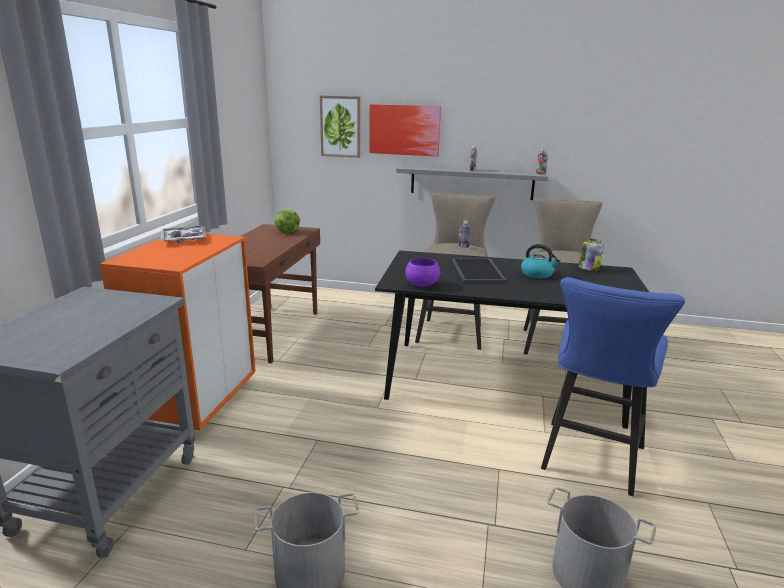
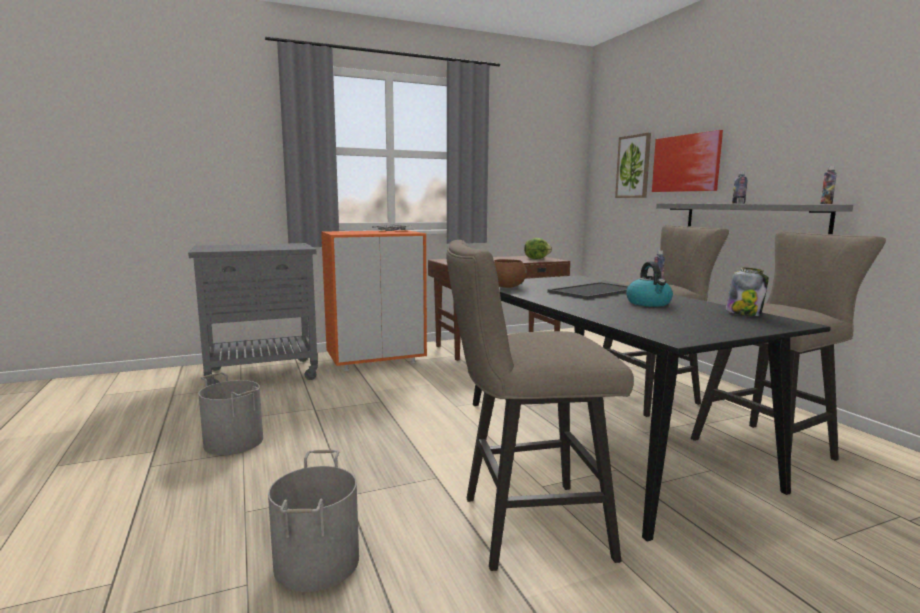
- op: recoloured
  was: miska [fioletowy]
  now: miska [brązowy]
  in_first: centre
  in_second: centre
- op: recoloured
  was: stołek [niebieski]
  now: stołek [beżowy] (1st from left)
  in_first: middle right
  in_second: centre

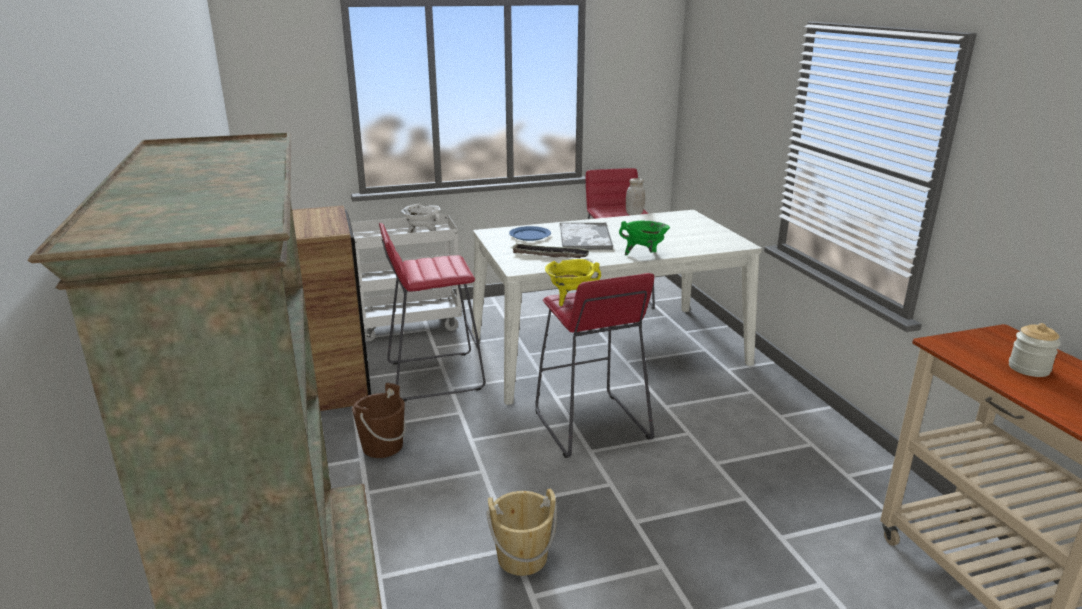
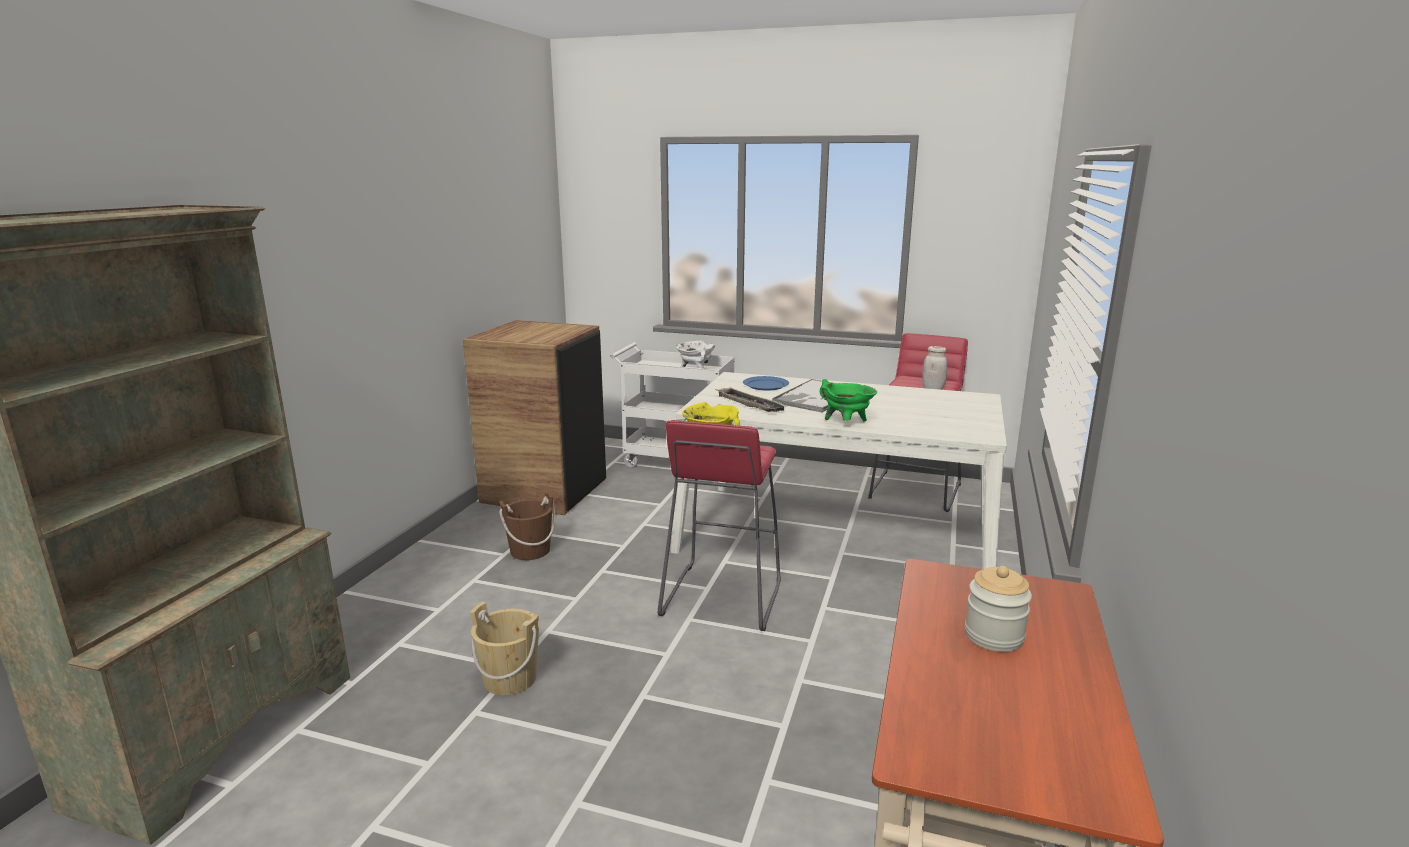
- op: removed
  was: stołek [czerwony] (1st from left)
  in_first: centre

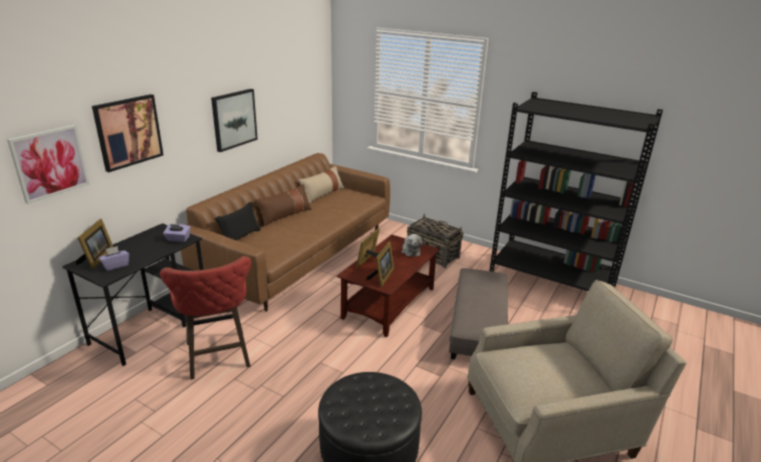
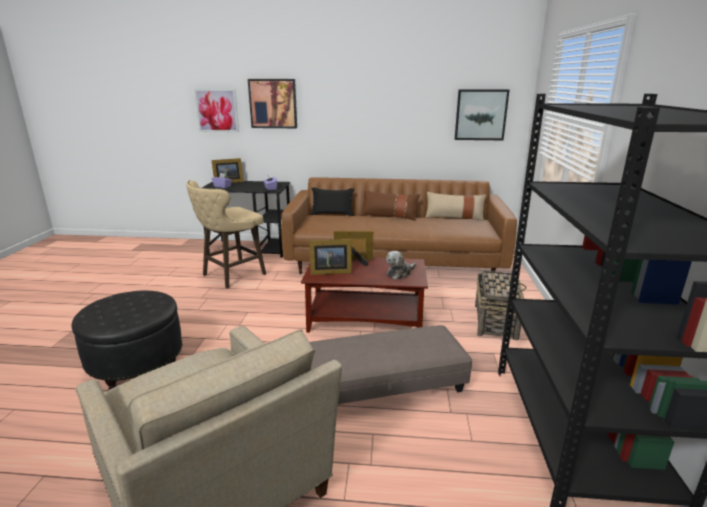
- op: recoloured
  was: stołek [czerwony]
  now: stołek [beżowy]
  in_first: bottom left
  in_second: middle left
- op: moved
  was: obraz (3rd from left)
  in_first: top left
  in_second: top right

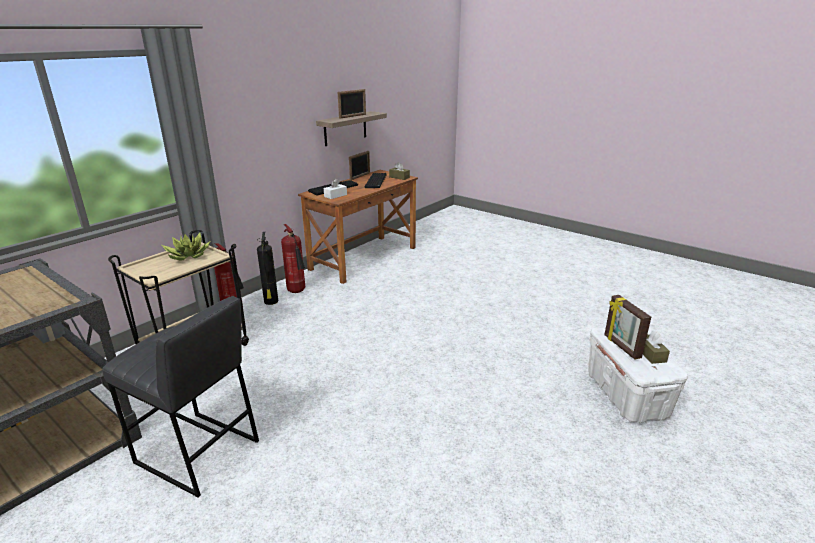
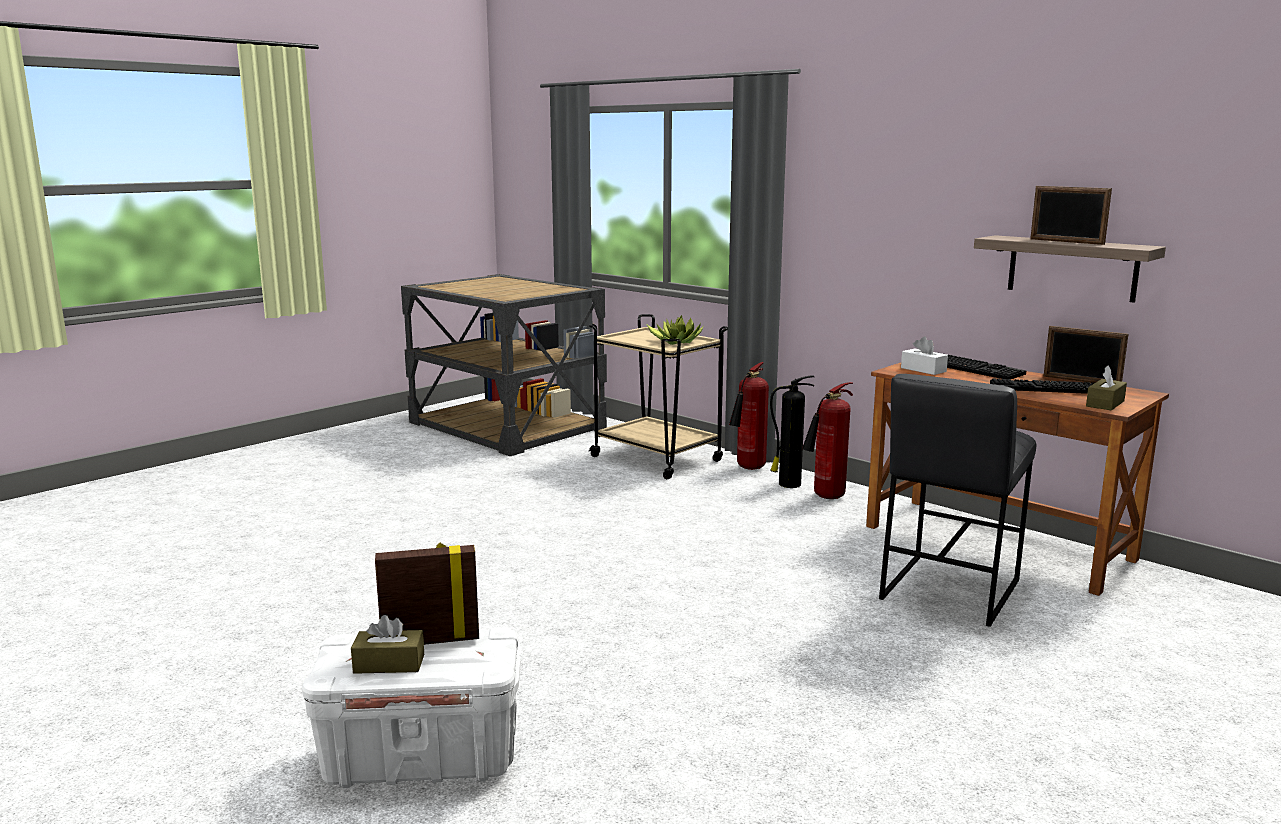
- op: moved
  was: stołek [szary]
  in_first: bottom left
  in_second: middle right

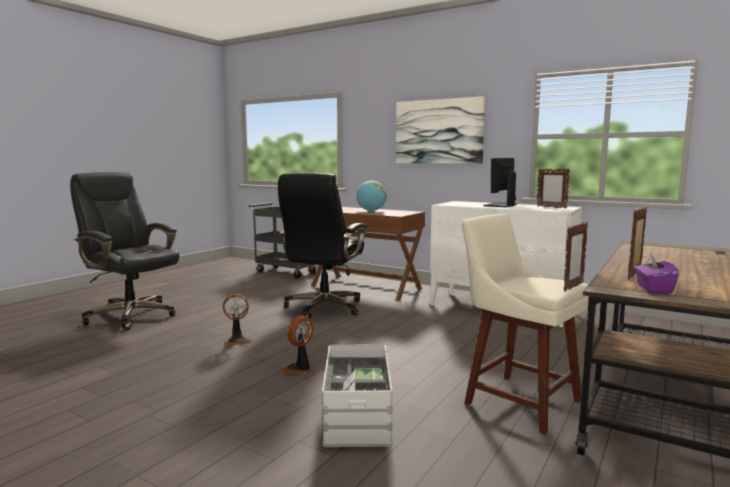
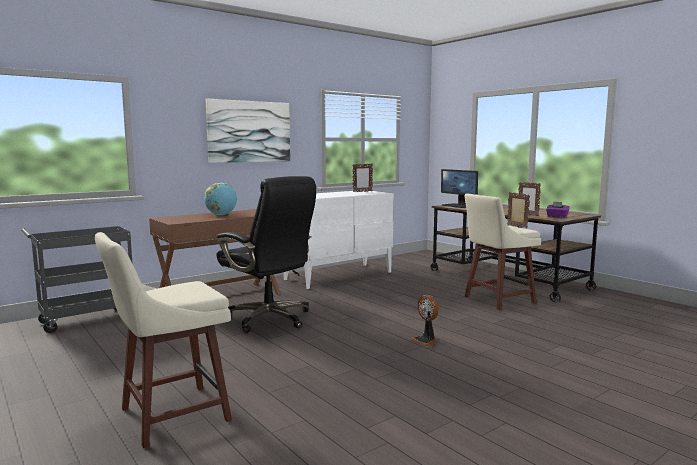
- op: replaced
  was: krzesło biurowe [czarny] (1st from left)
  now: stołek [beżowy] (1st from left)
  in_first: middle left
  in_second: bottom left
- op: removed
  was: wentylator (1st from left)
  in_first: middle left
- op: removed
  was: pojemnik do przechowywania [szary]
  in_first: bottom centre
- op: moved
  was: monitor
  in_first: middle right
  in_second: centre

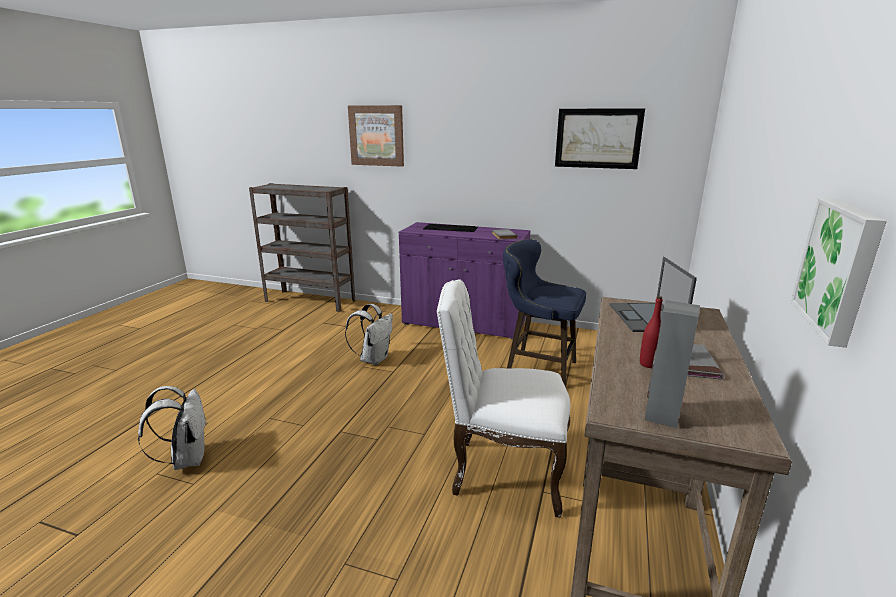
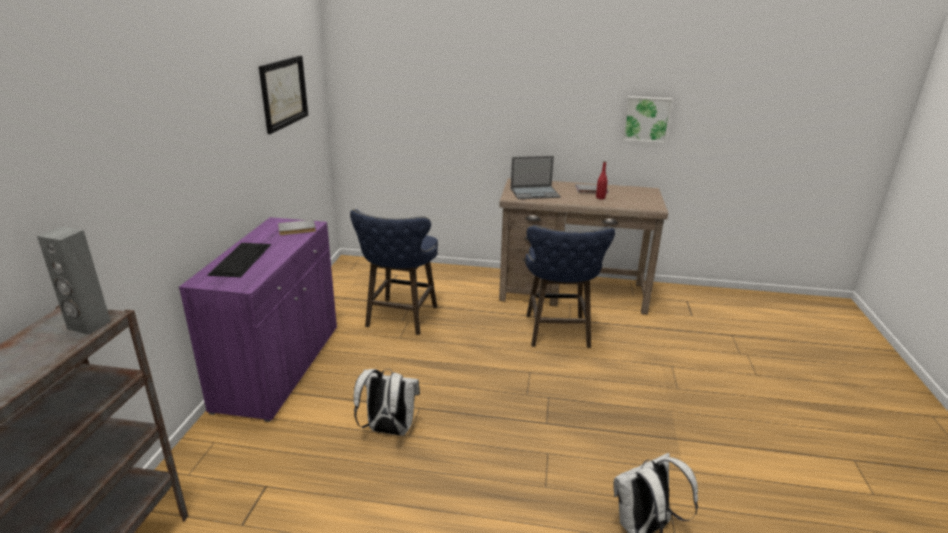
- op: removed
  was: obraz (1st from left)
  in_first: top centre
- op: replaced
  was: krzesło [biały]
  now: stołek [niebieski] (2nd from left)
  in_first: bottom centre
  in_second: centre
- op: moved
  was: głośnik [szary]
  in_first: middle right
  in_second: middle left

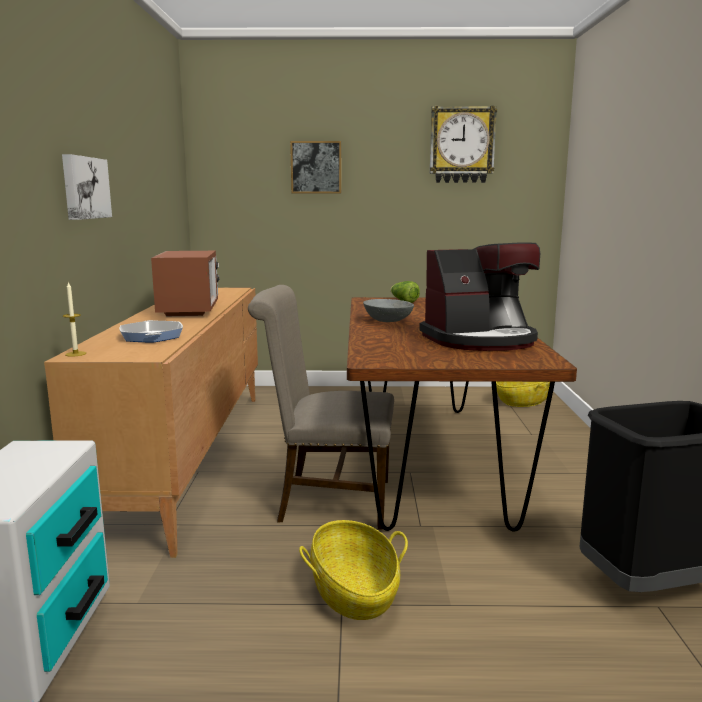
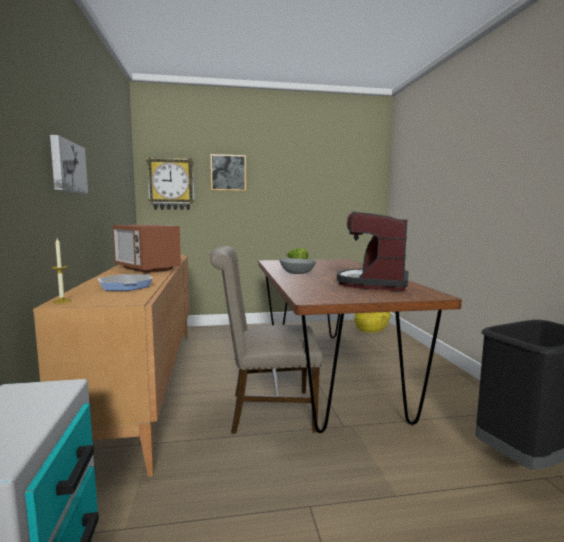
- op: turned
  was: mikrofalówka
  in_first: middle left
  in_second: middle left
  clockwise: 150
- op: removed
  was: koszyk (1st from left)
  in_first: bottom centre
- op: turned
  was: ekspres do kawy
  in_first: middle right
  in_second: centre
  clockwise: 135
- op: moved
  was: zegar ścienny
  in_first: top centre
  in_second: middle left

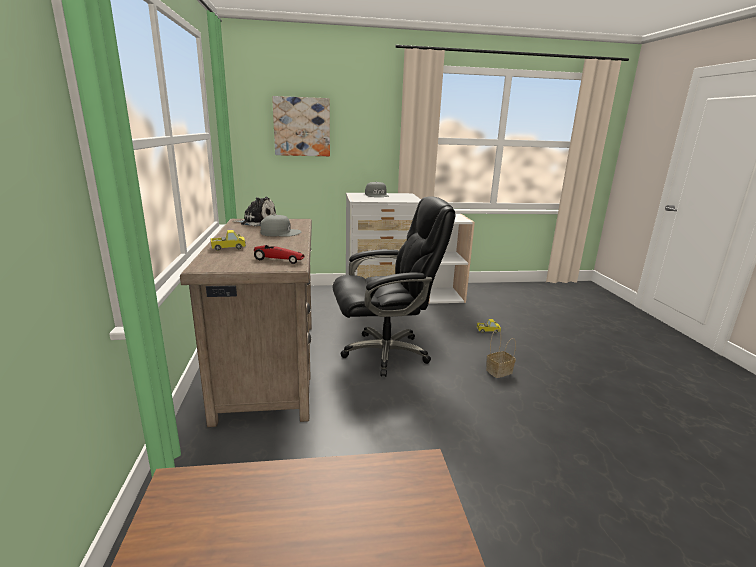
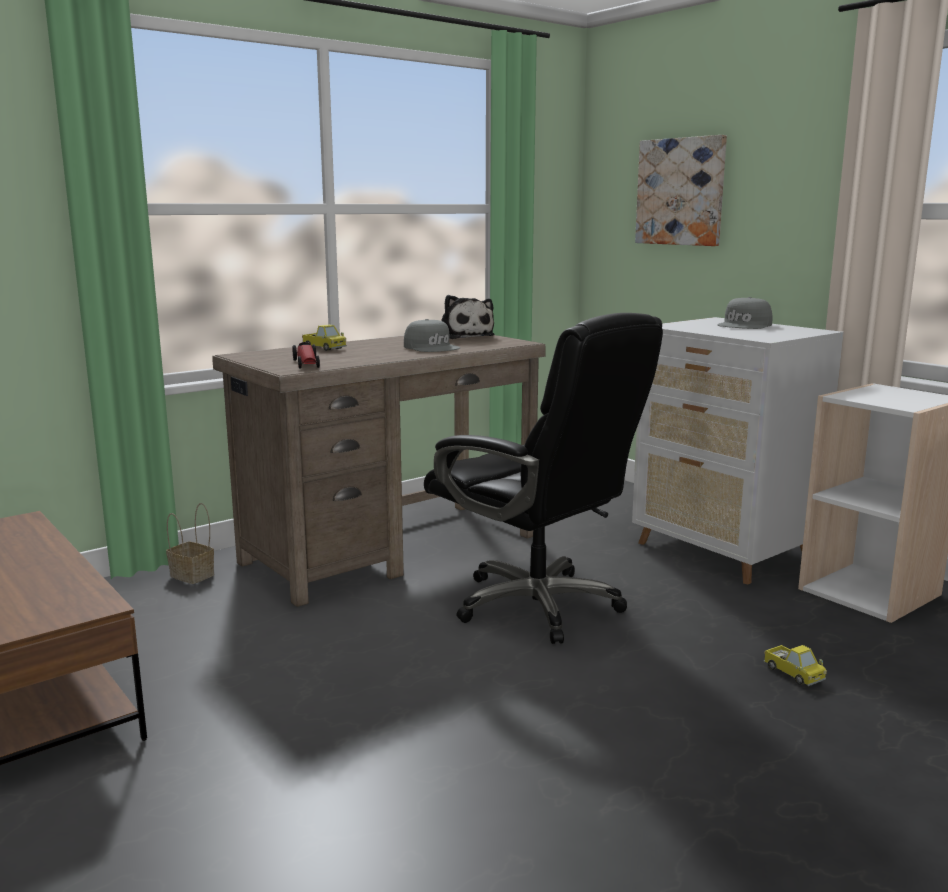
- op: moved
  was: koszyk
  in_first: centre
  in_second: middle left

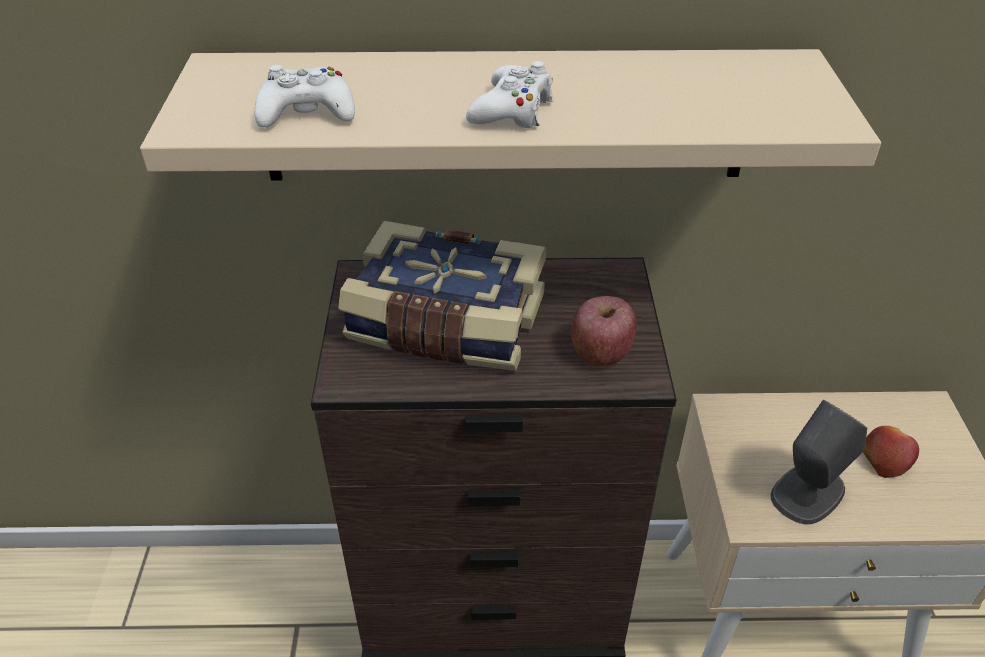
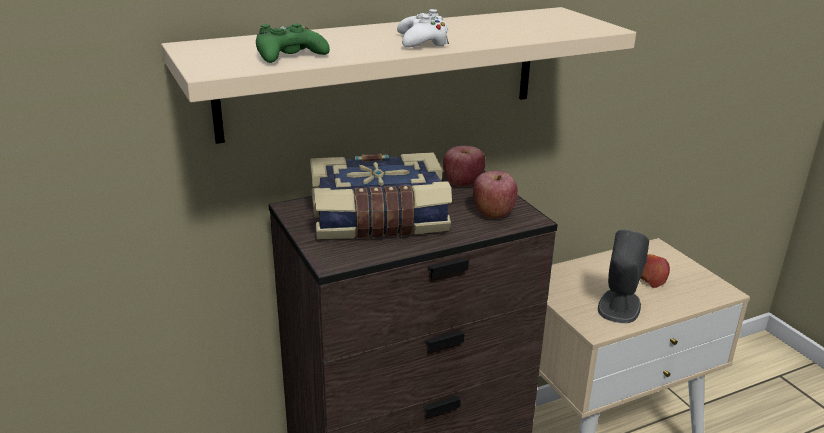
- op: recoloured
  was: pad do gier [biały] (1st from left)
  now: pad do gier [zielony]
  in_first: top left
  in_second: top centre
- op: added
  now: jabłko (1st from left)
  in_second: centre

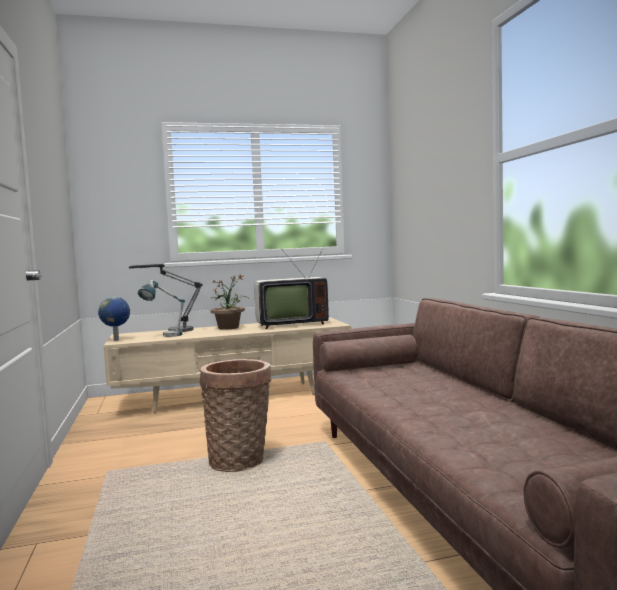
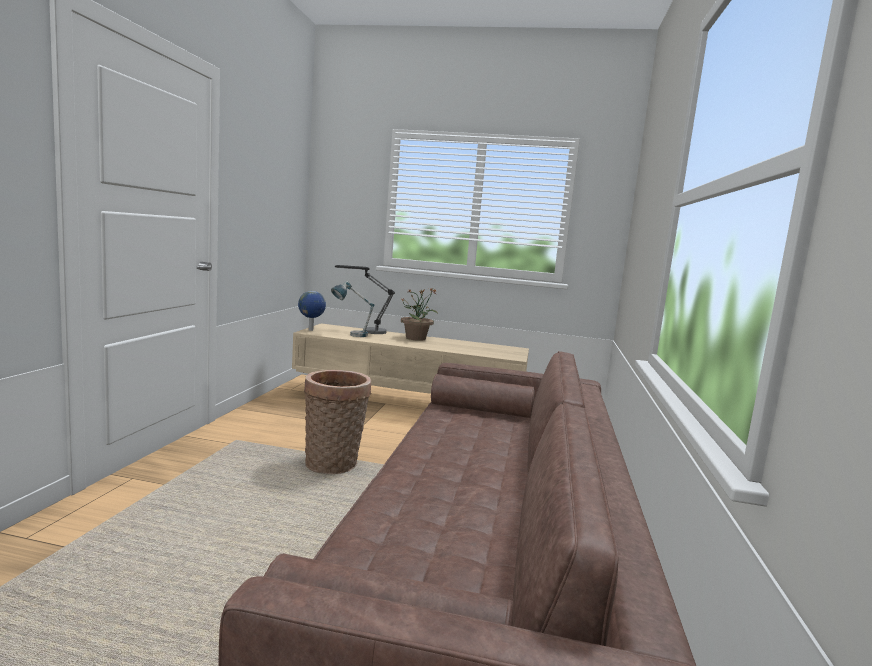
- op: removed
  was: telewizor
  in_first: centre

